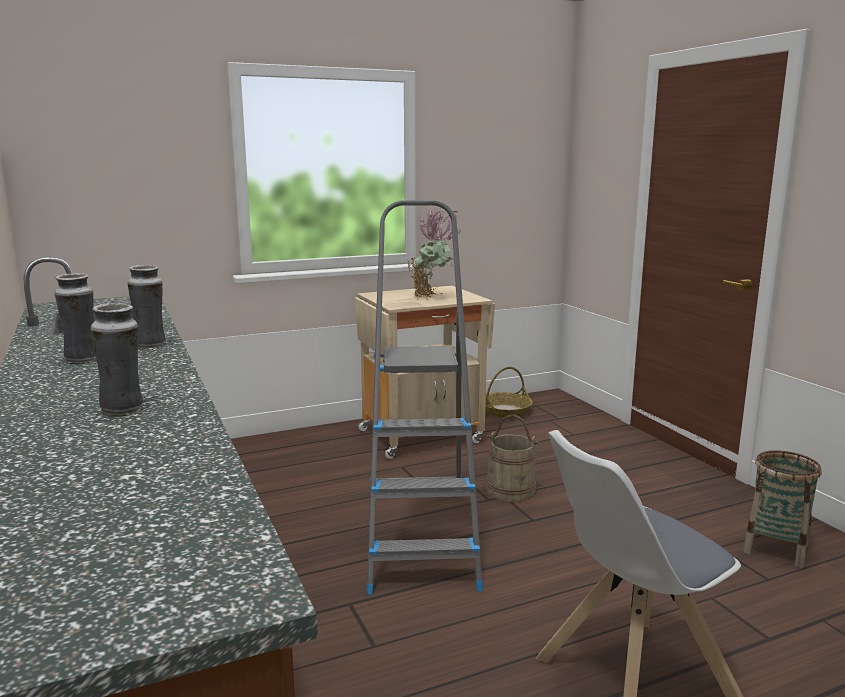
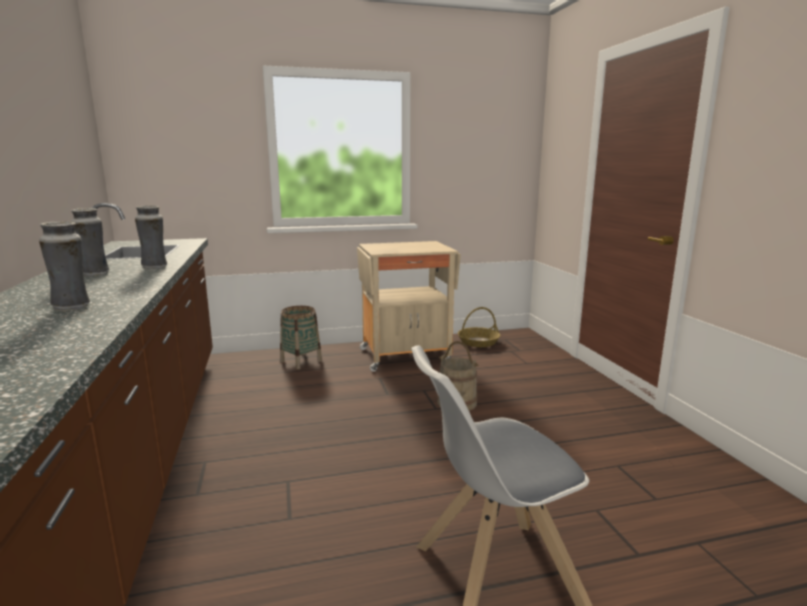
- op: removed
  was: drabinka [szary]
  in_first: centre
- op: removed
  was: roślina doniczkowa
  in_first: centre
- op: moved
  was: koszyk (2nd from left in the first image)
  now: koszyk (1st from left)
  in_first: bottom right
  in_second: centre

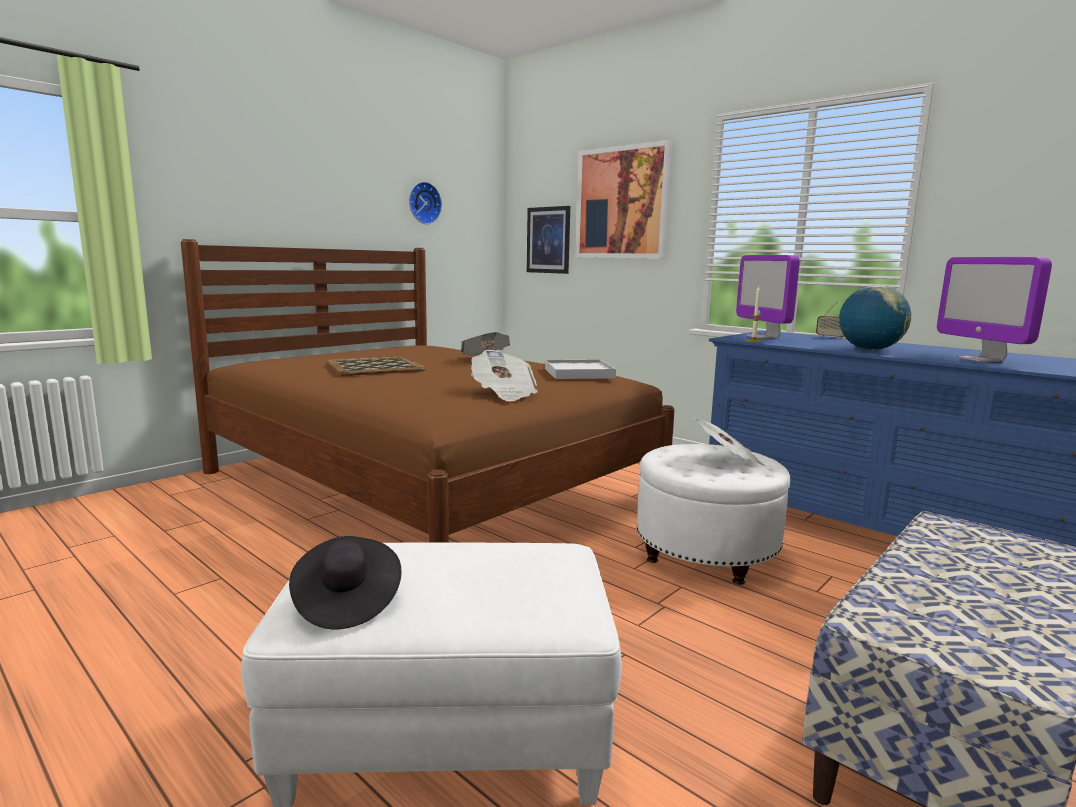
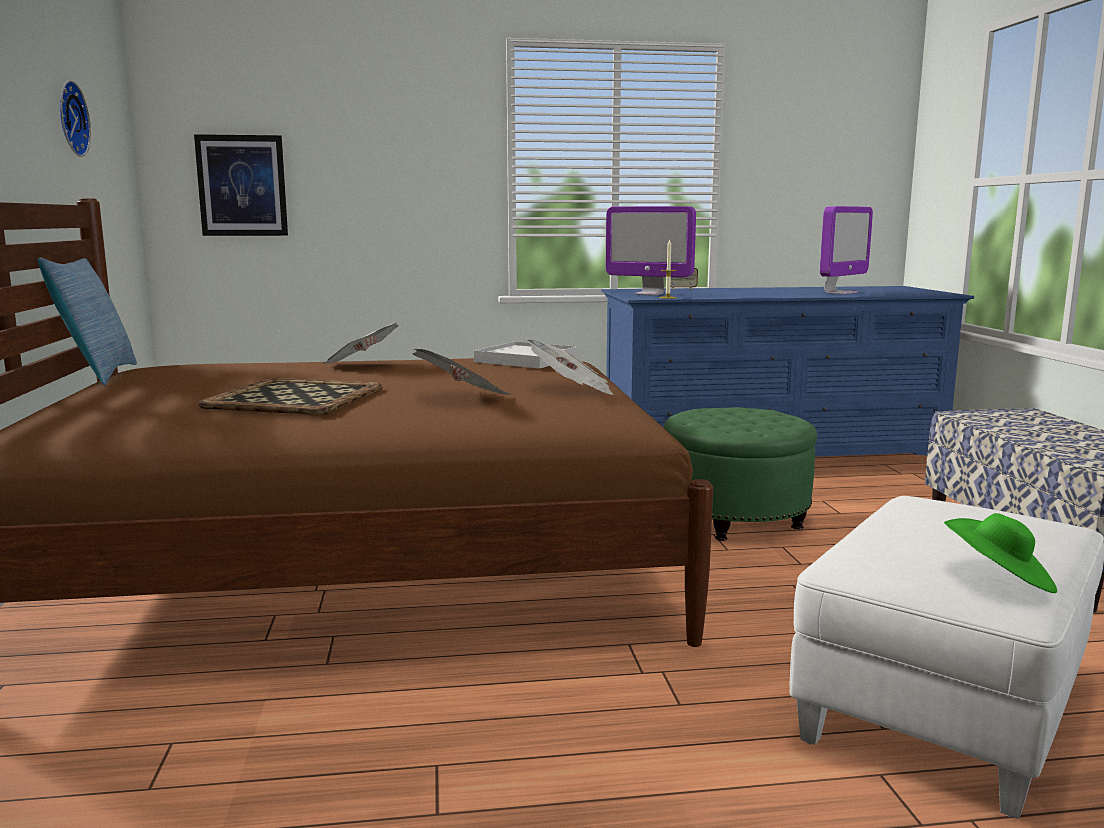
- op: recoloured
  was: kapelusz [czarny]
  now: kapelusz [zielony]
  in_first: bottom left
  in_second: bottom right
- op: removed
  was: obraz (2nd from left)
  in_first: top centre
- op: recoloured
  was: pufa [biały] (2nd from left)
  now: pufa [zielony]
  in_first: centre
  in_second: middle right
- op: moved
  was: gazeta (3rd from left in the first image)
  now: gazeta (2nd from left)
  in_first: middle right
  in_second: centre
- op: removed
  was: globus
  in_first: middle right
- op: turned
  was: monitor (2nd from left)
  in_first: middle right
  in_second: top right
  clockwise: -75
- op: added
  now: poduszka
  in_second: middle left

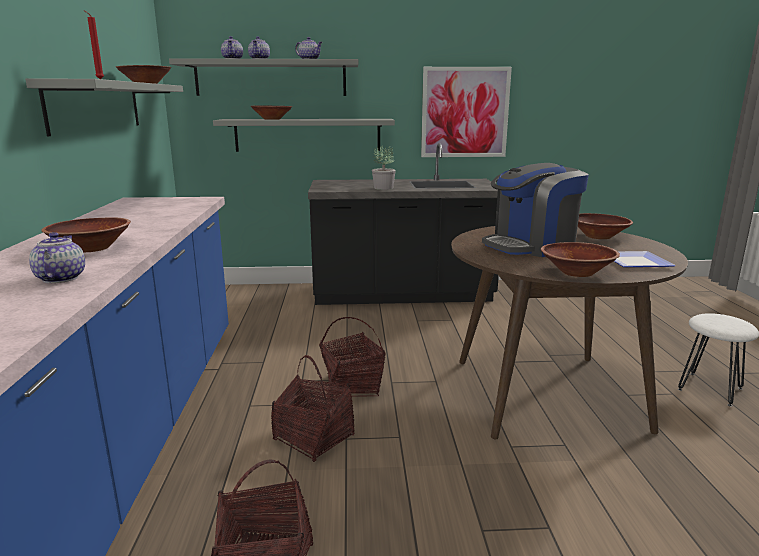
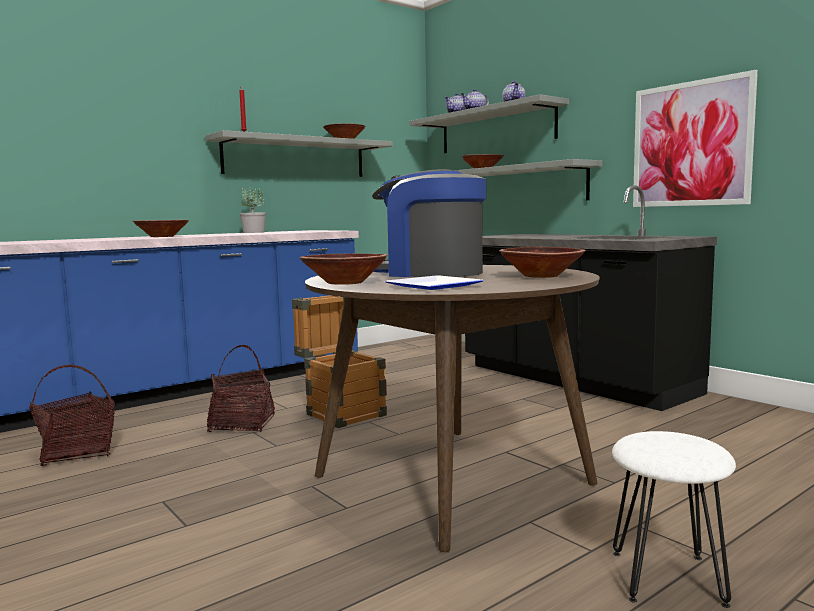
- op: removed
  was: imbryk (1st from left)
  in_first: middle left
- op: replaced
  was: koszyk (3rd from left)
  now: skrzynka
  in_first: centre
  in_second: centre
- op: moved
  was: roślina doniczkowa
  in_first: top centre
  in_second: middle left

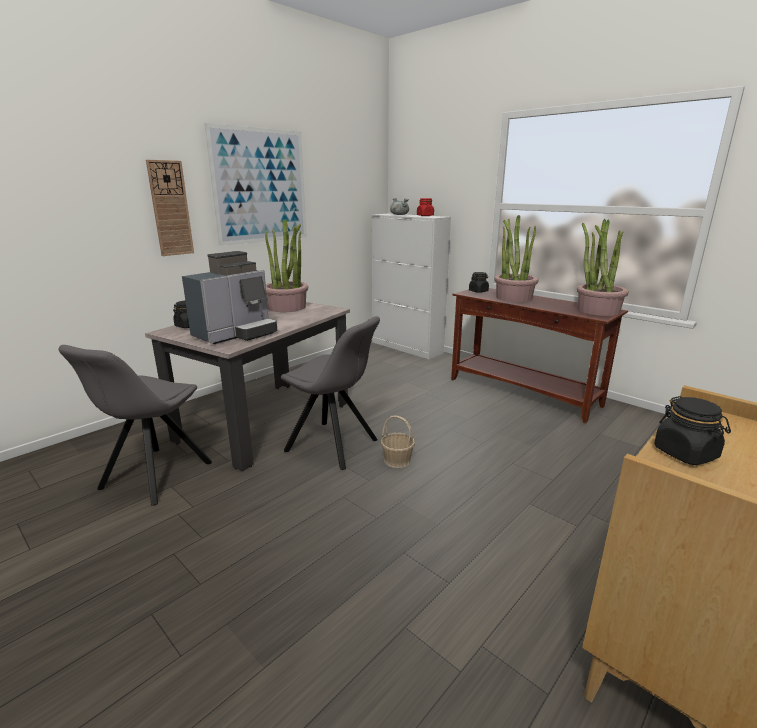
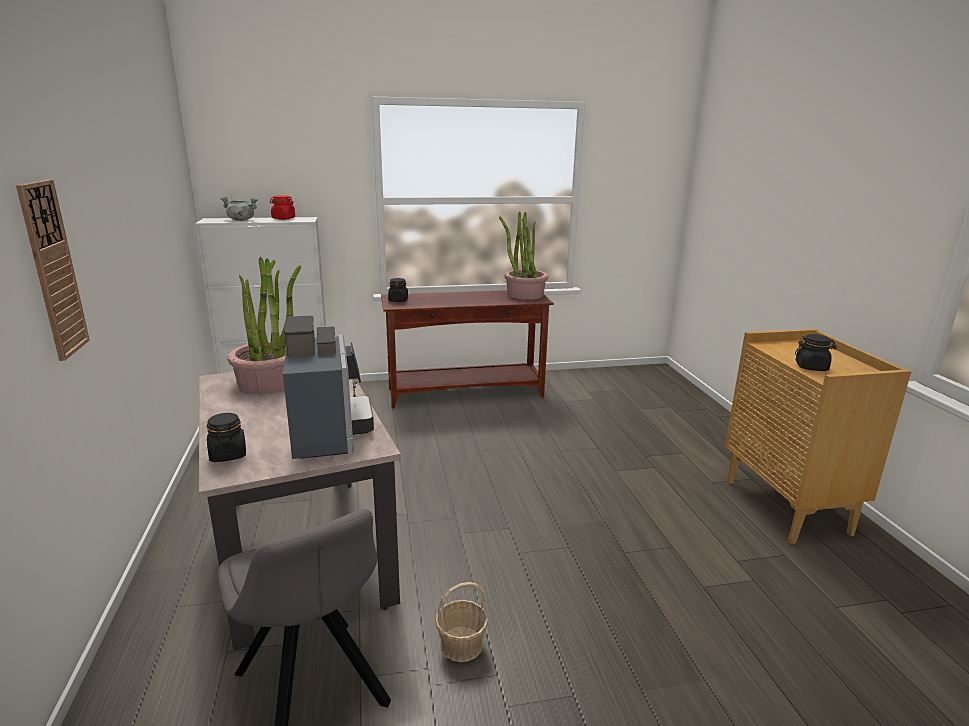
- op: removed
  was: obraz
  in_first: top centre
- op: removed
  was: krzesło [szary] (2nd from left)
  in_first: centre
- op: moved
  was: koszyk
  in_first: centre
  in_second: bottom centre
- op: removed
  was: roślina doniczkowa (2nd from left)
  in_first: middle right

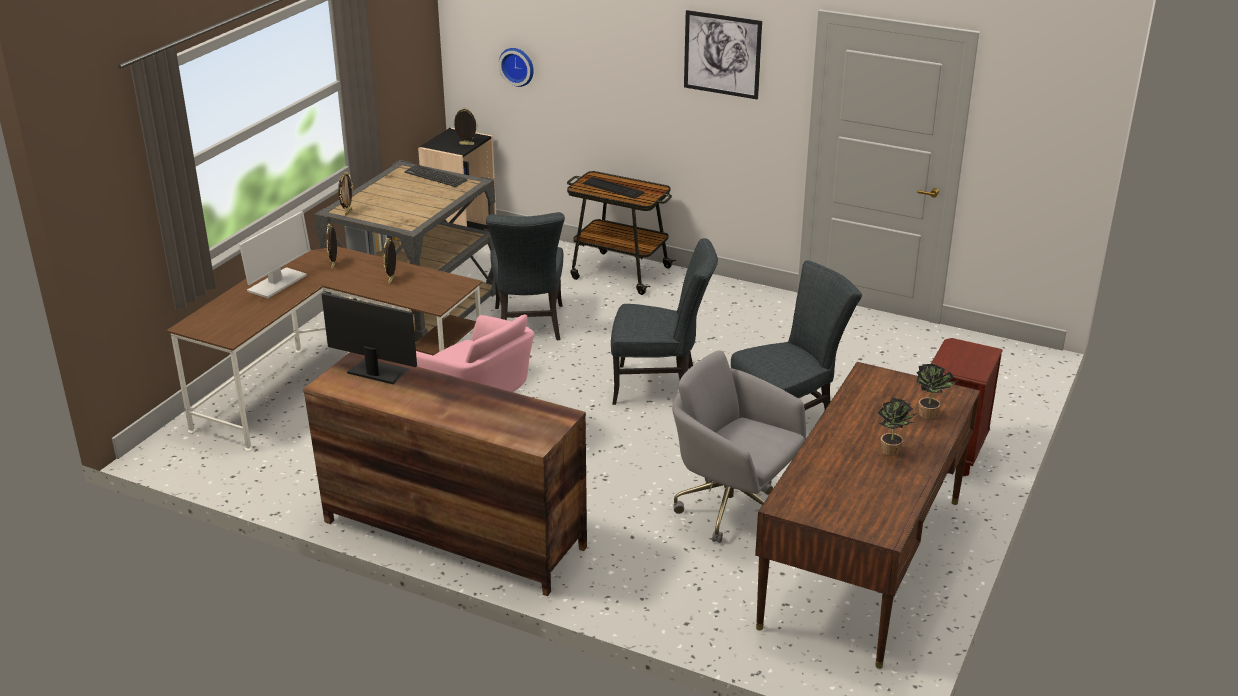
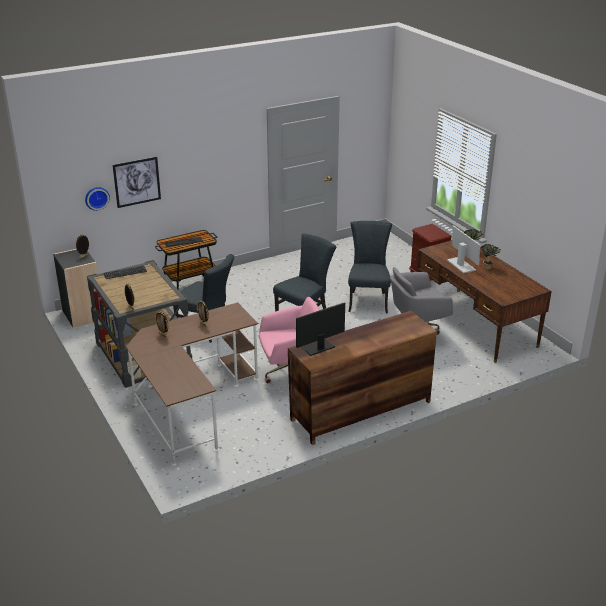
- op: moved
  was: monitor (1st from left in the first image)
  now: monitor (2nd from left)
  in_first: middle left
  in_second: middle right
- op: moved
  was: obraz
  in_first: top centre
  in_second: top left

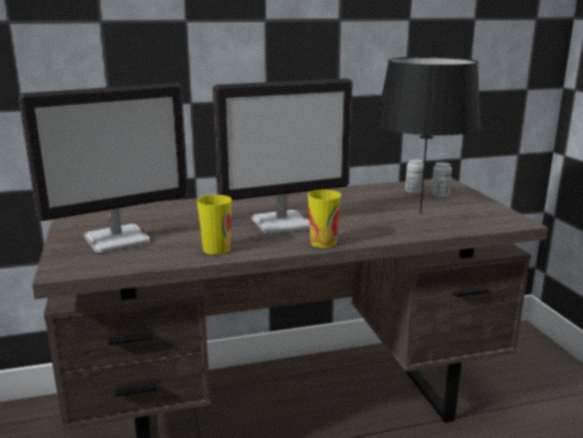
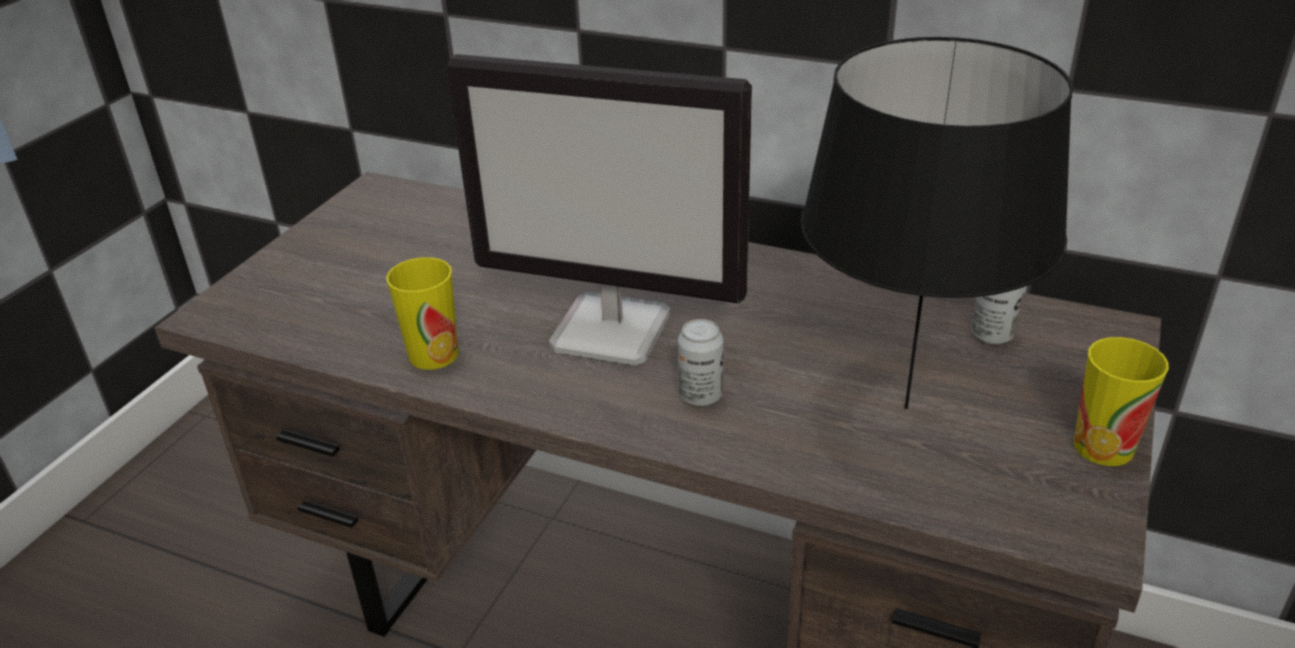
- op: removed
  was: monitor (1st from left)
  in_first: middle left
- op: moved
  was: filiżanka (2nd from left)
  in_first: centre
  in_second: middle right
- op: moved
  was: puszka (2nd from left in the first image)
  now: puszka (1st from left)
  in_first: middle right
  in_second: centre

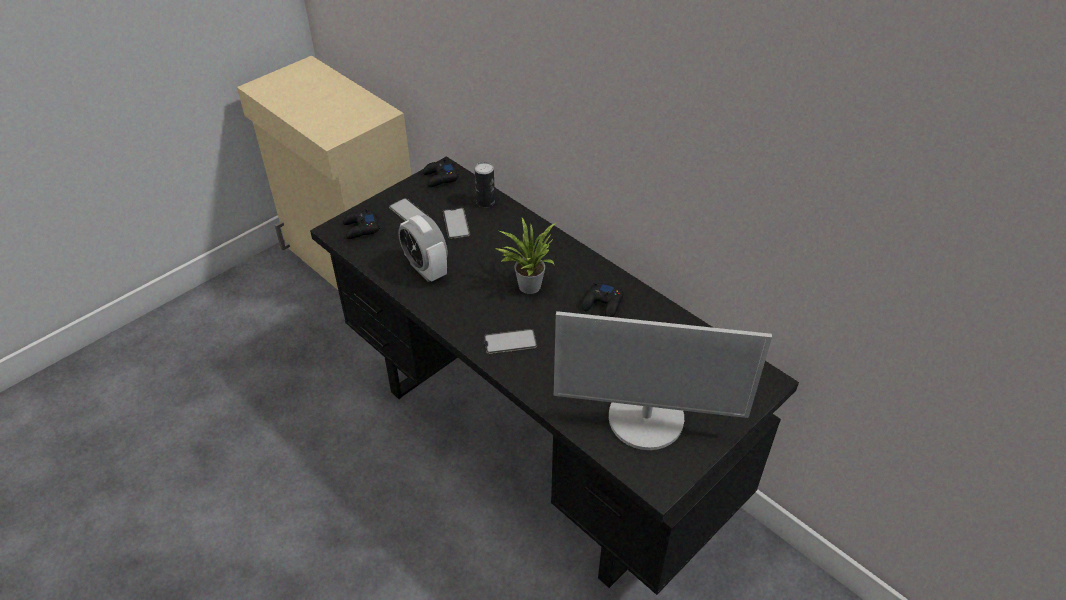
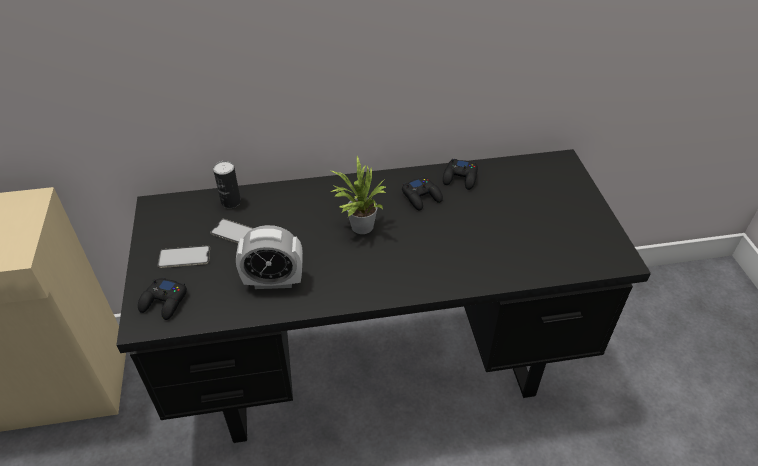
- op: moved
  was: pad do gier [czarny] (2nd from left in the first image)
  now: pad do gier [czarny] (3rd from left)
  in_first: top centre
  in_second: centre
- op: removed
  was: telefon (3rd from left)
  in_first: centre
- op: removed
  was: monitor
  in_first: centre

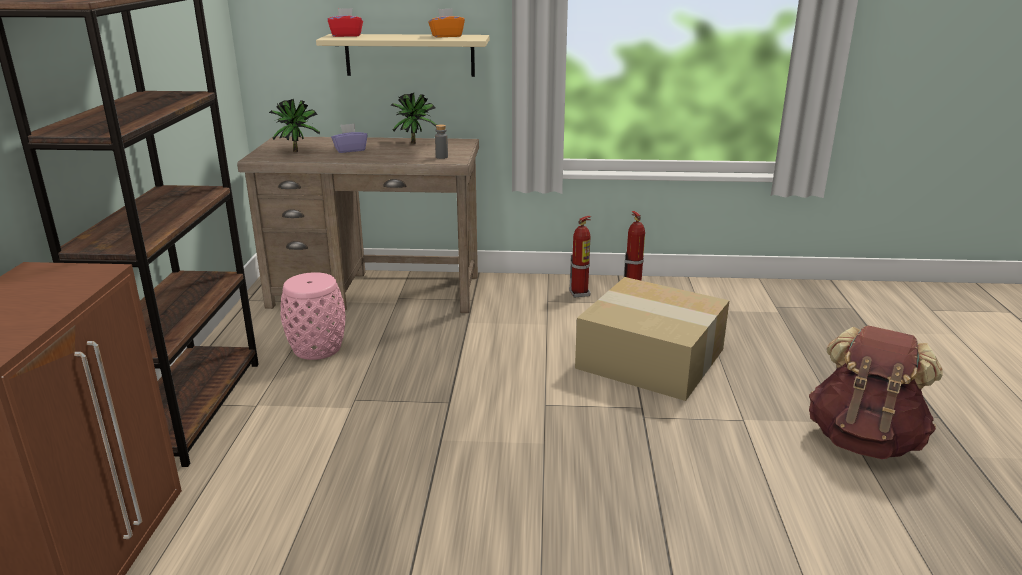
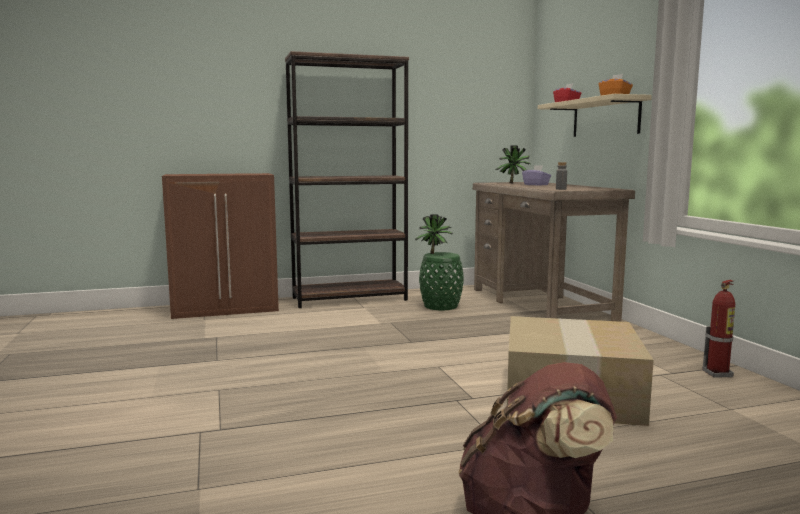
- op: recoloured
  was: stołek [różowy]
  now: stołek [zielony]
  in_first: middle left
  in_second: centre
- op: moved
  was: roślina doniczkowa (2nd from left in the first image)
  now: roślina doniczkowa (1st from left)
  in_first: top centre
  in_second: centre
- op: removed
  was: gaśnica (1st from left)
  in_first: centre

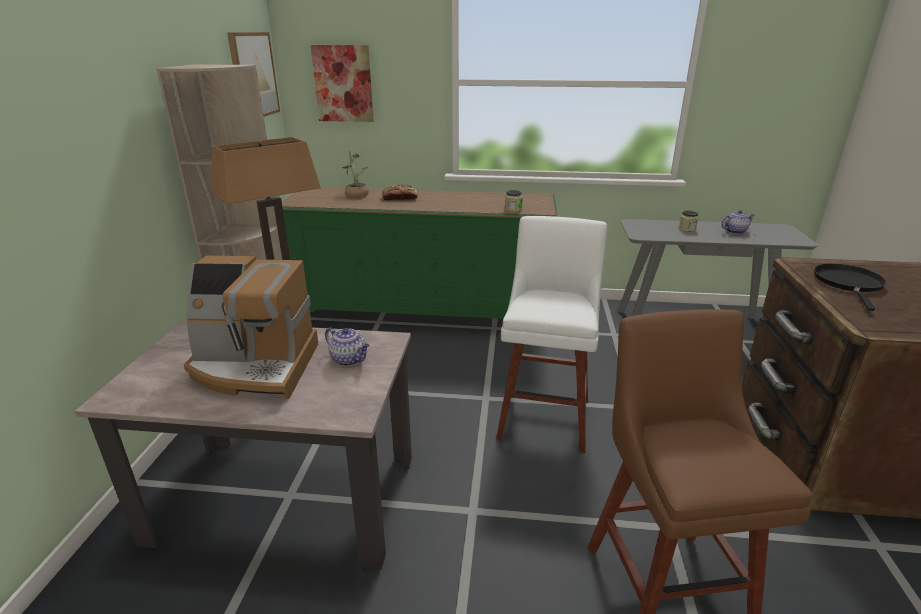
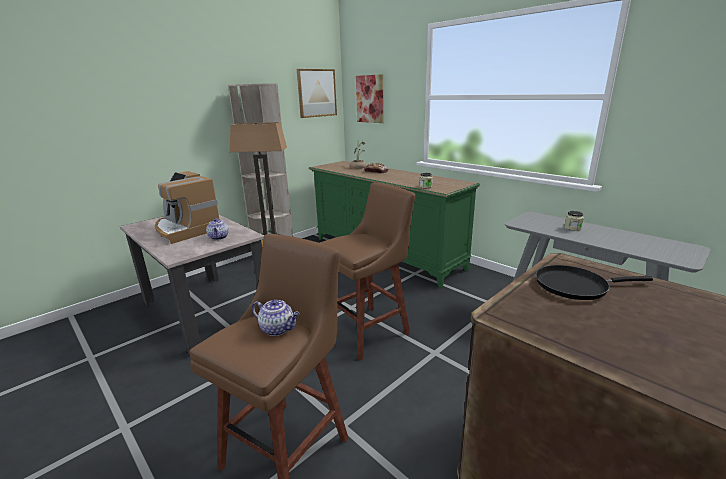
- op: recoloured
  was: stołek [biały]
  now: stołek [brązowy] (2nd from left)
  in_first: centre
  in_second: centre
- op: moved
  was: imbryk (2nd from left)
  in_first: middle right
  in_second: centre
- op: turned
  was: patelnia [czarny]
  in_first: middle right
  in_second: middle right
  clockwise: -150

